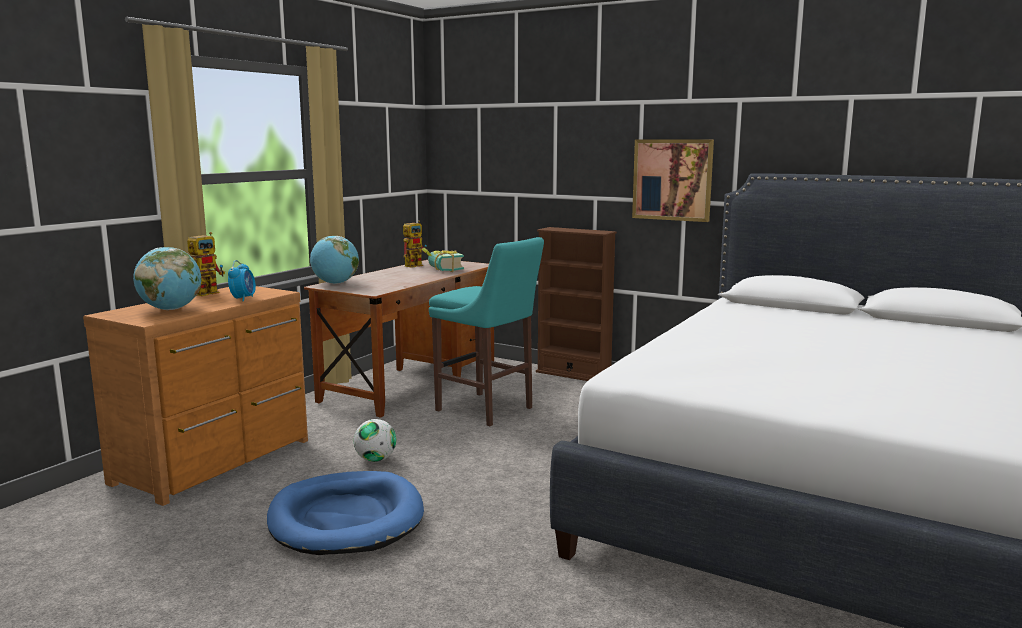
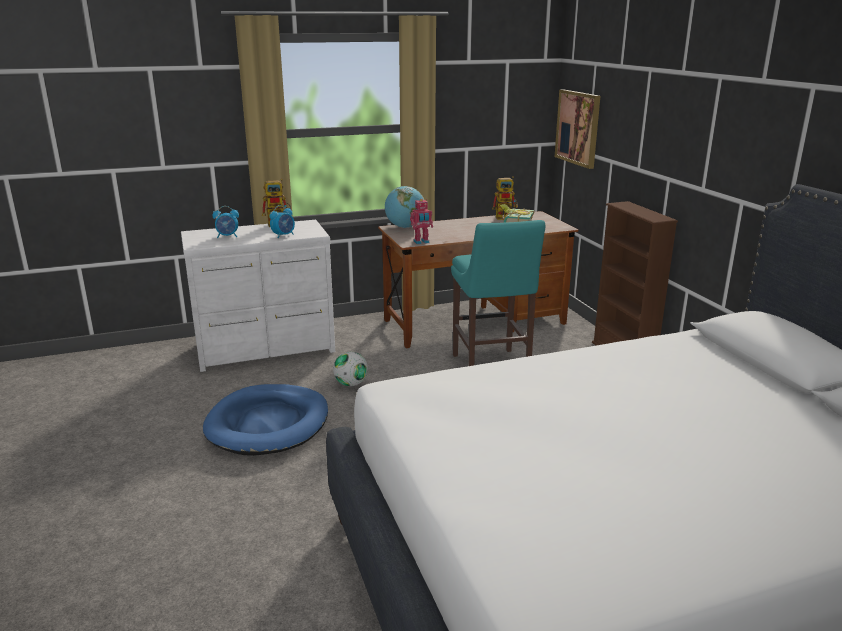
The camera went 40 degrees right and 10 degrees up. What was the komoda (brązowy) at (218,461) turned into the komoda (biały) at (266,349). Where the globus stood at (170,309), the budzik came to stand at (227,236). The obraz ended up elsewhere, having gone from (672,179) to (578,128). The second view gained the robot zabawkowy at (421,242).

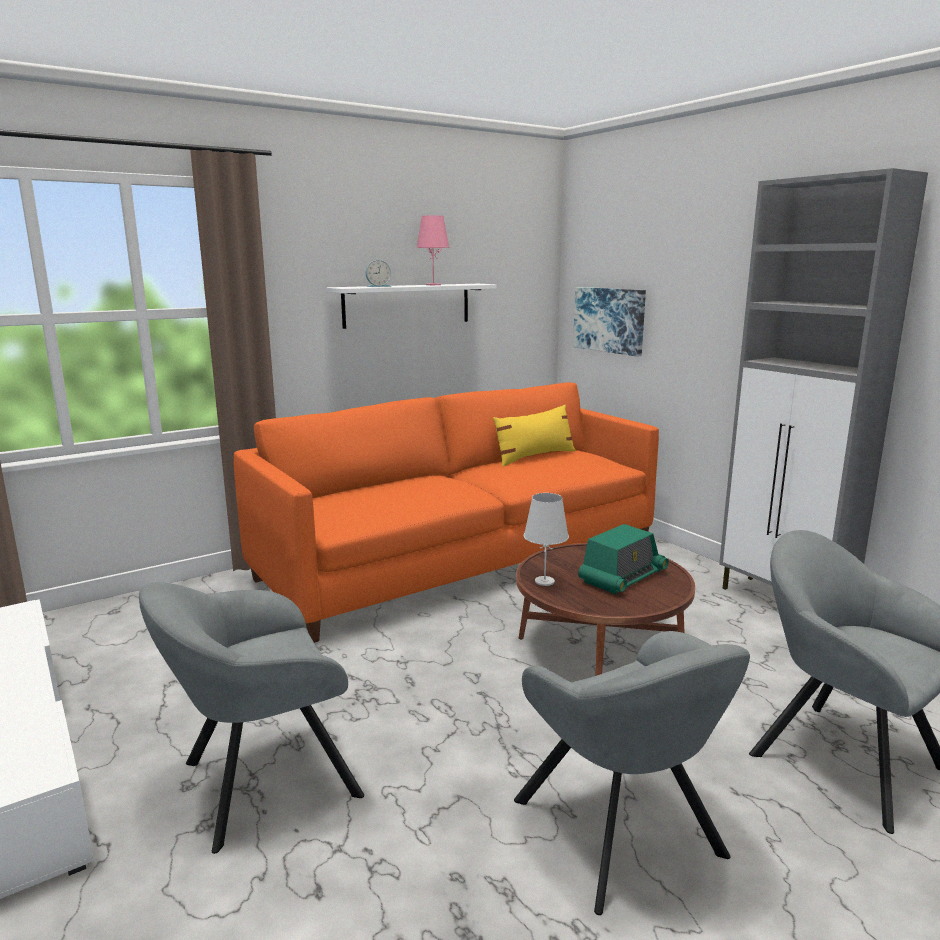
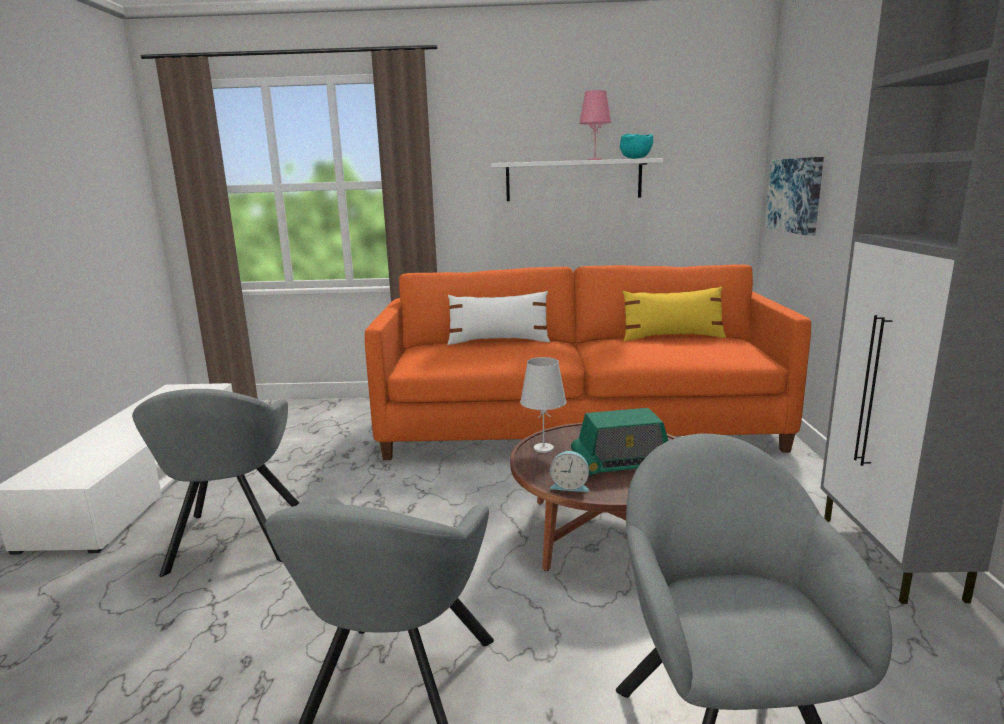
The camera went 35 degrees right and 0 degrees up. The fotel (szary) at (261,782) ended up facing another way, 105 degrees counterclockwise from before. The budzik ended up elsewhere, having gone from (377,286) to (570,486). The second view gained the poduszka (biały) at (498,341). The second view gained the miska (turkusowy) at (636,158).

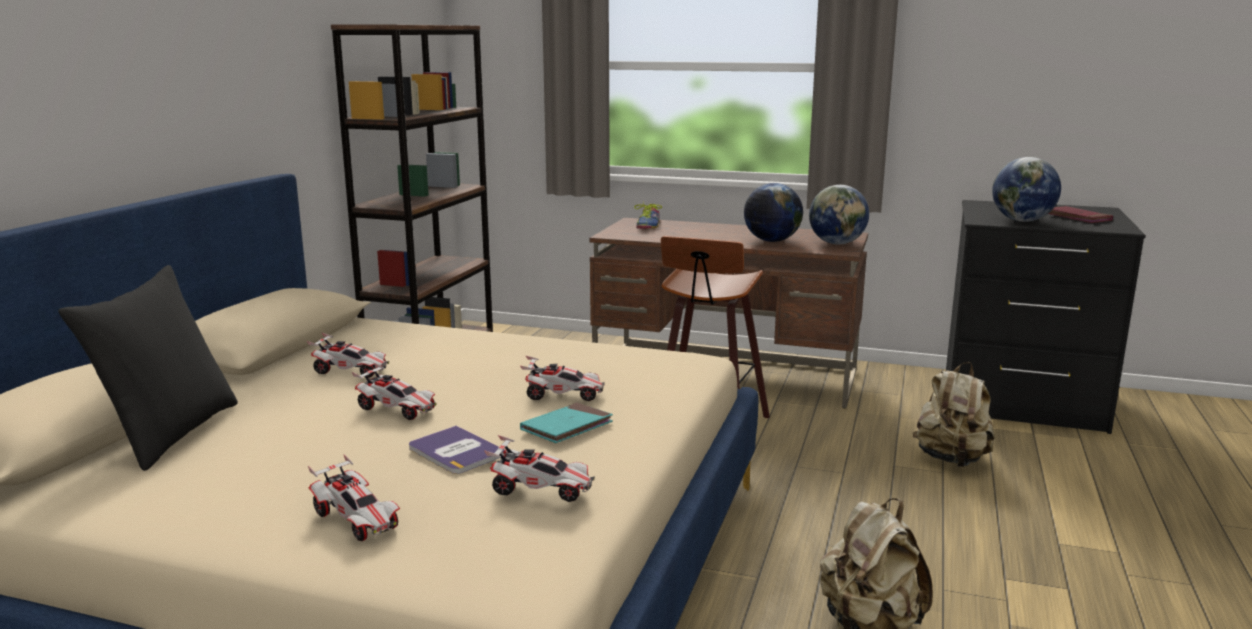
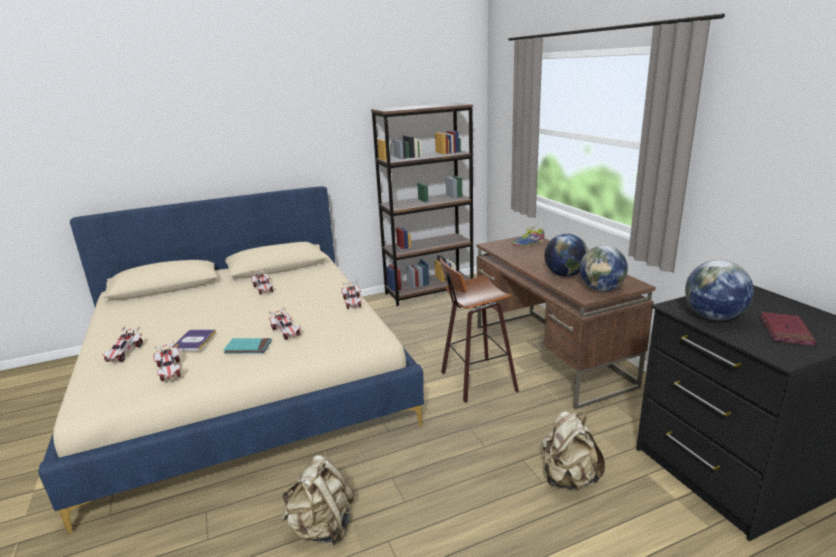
The camera went 50 degrees right and 5 degrees up. The second view lost the poduszka (czarny) at (171,433). The samochodzik ended up elsewhere, having gone from (397,409) to (352,302).

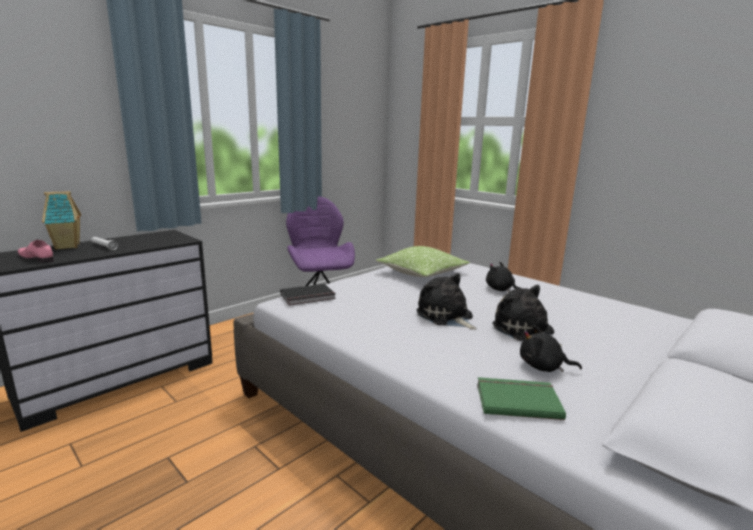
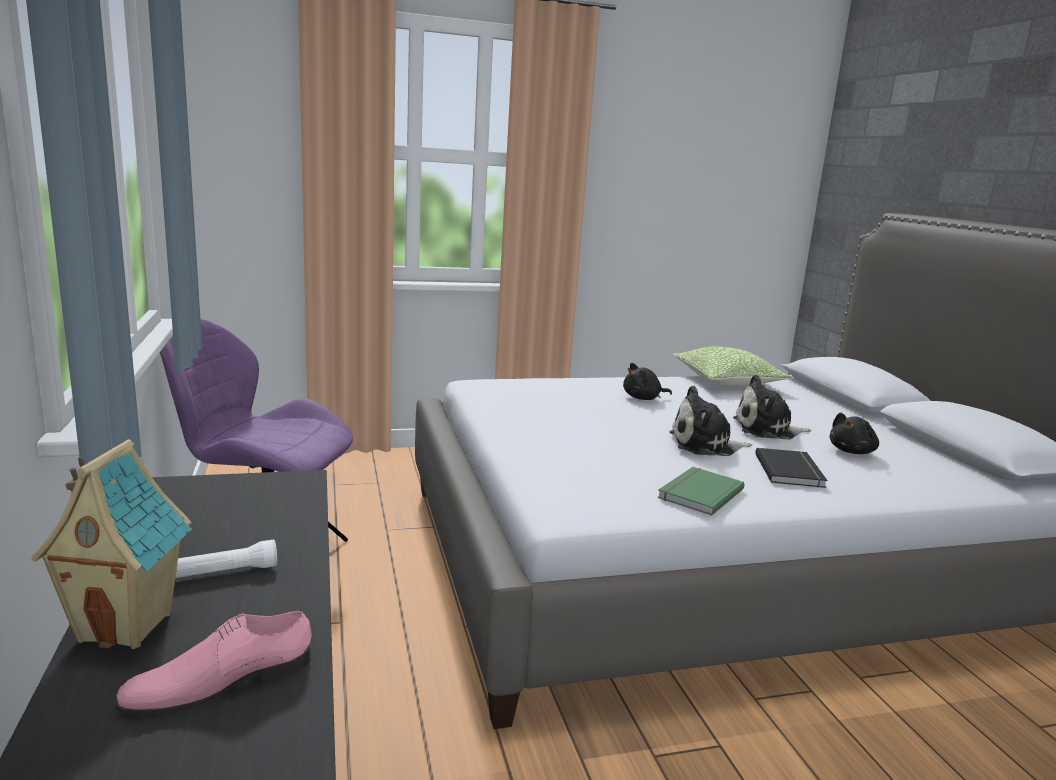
The camera went 60 degrees left and 0 degrees up. The książka (czarny) ended up elsewhere, having gone from (308,297) to (791,470). The poduszka ended up elsewhere, having gone from (422,273) to (727,381). The książka (zielony) ended up elsewhere, having gone from (517,399) to (698,493).

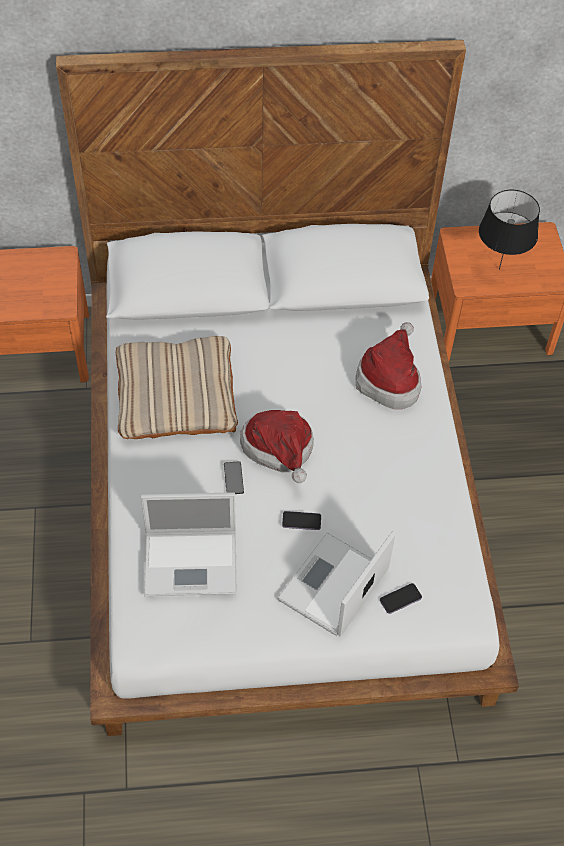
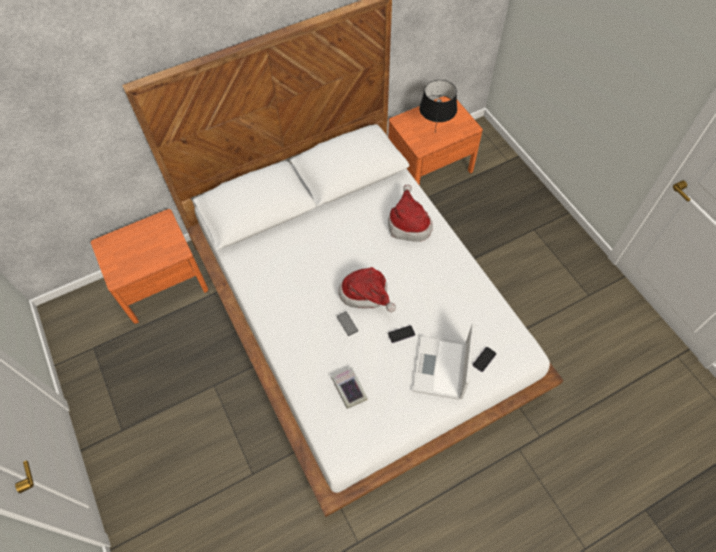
The camera went 20 degrees left and 5 degrees up. The second view lost the poduszka (beżowy) at (176,394). Where the laptop stood at (193,562), the książka came to stand at (349,389).

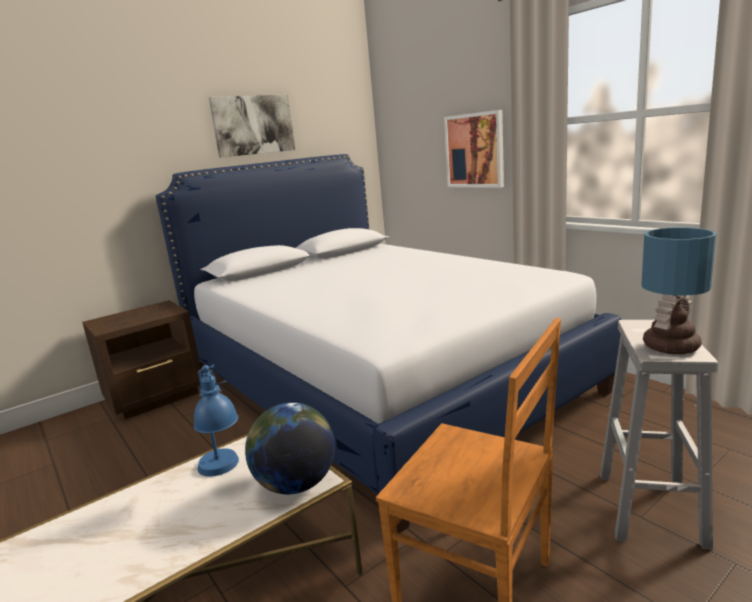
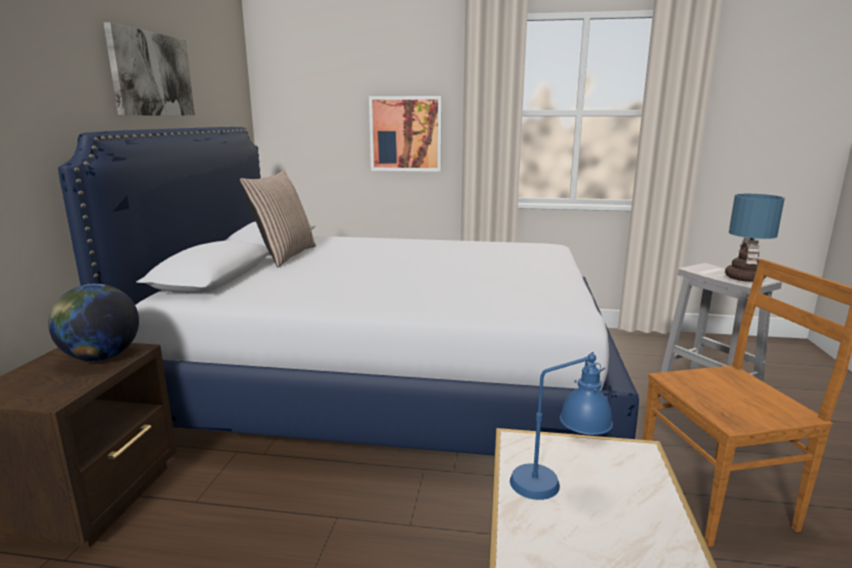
The camera went 45 degrees left and 0 degrees up. The globus ended up elsewhere, having gone from (296,484) to (101,357). The second view gained the poduszka at (284,255).

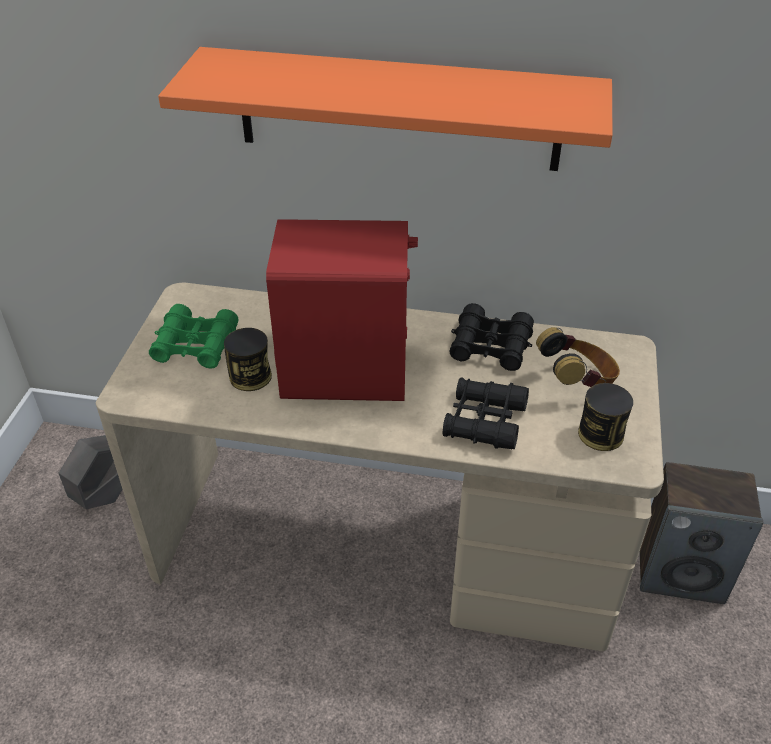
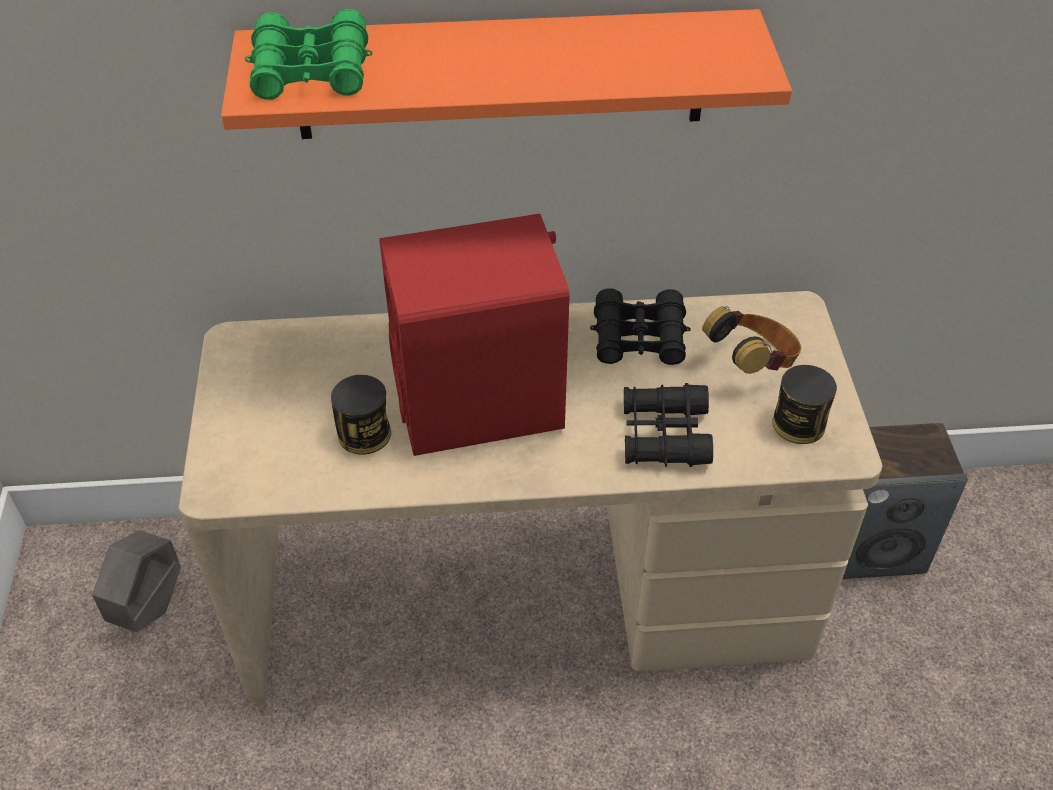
The camera went 15 degrees left and 5 degrees up. The lornetka (zielony) ended up elsewhere, having gone from (196,345) to (311,71).

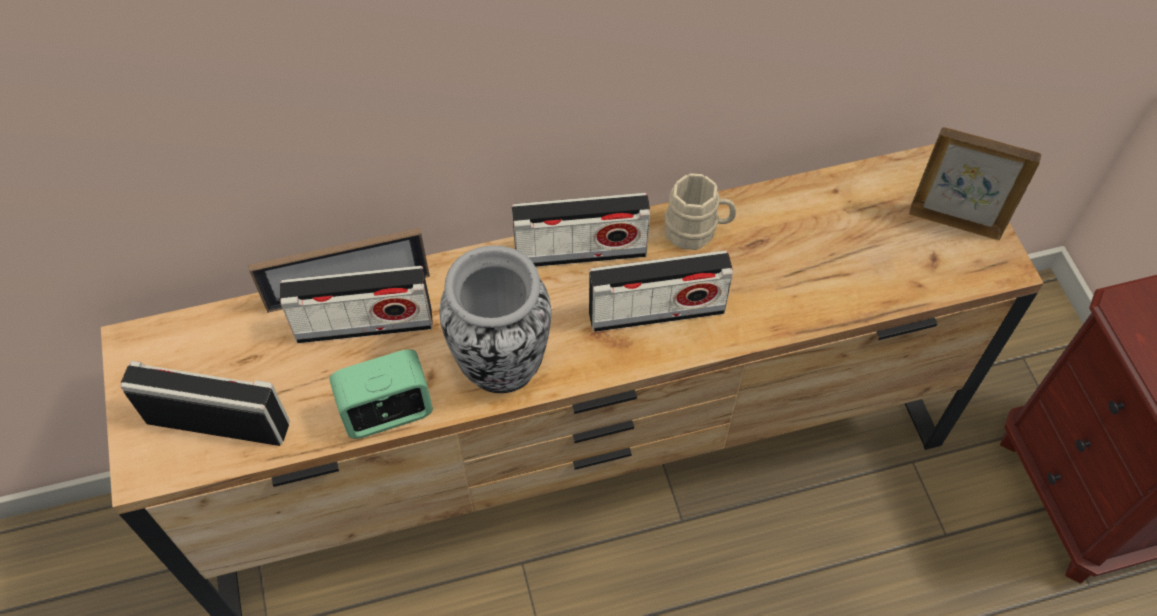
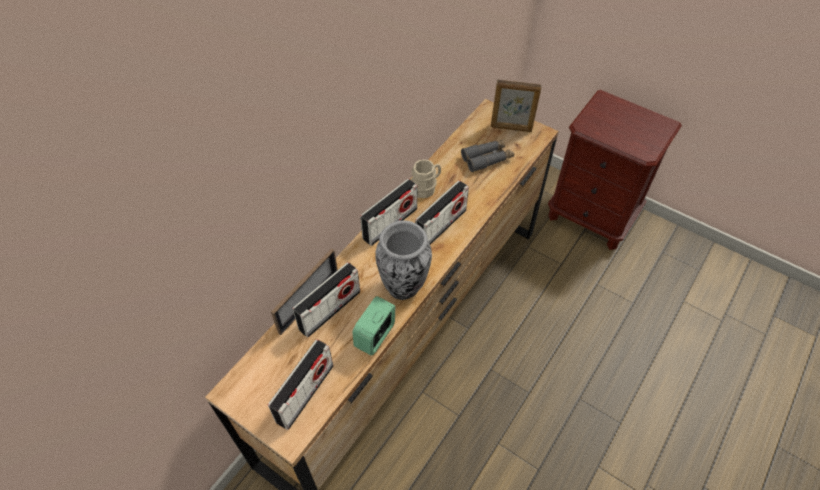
The camera went 40 degrees left and 5 degrees down. The radio at (218,422) ended up facing another way, 150 degrees clockwise from before. The ramka na zdjęcie at (954,221) ended up facing another way, 150 degrees counterclockwise from before. The second view gained the lornetka (szary) at (487,159).

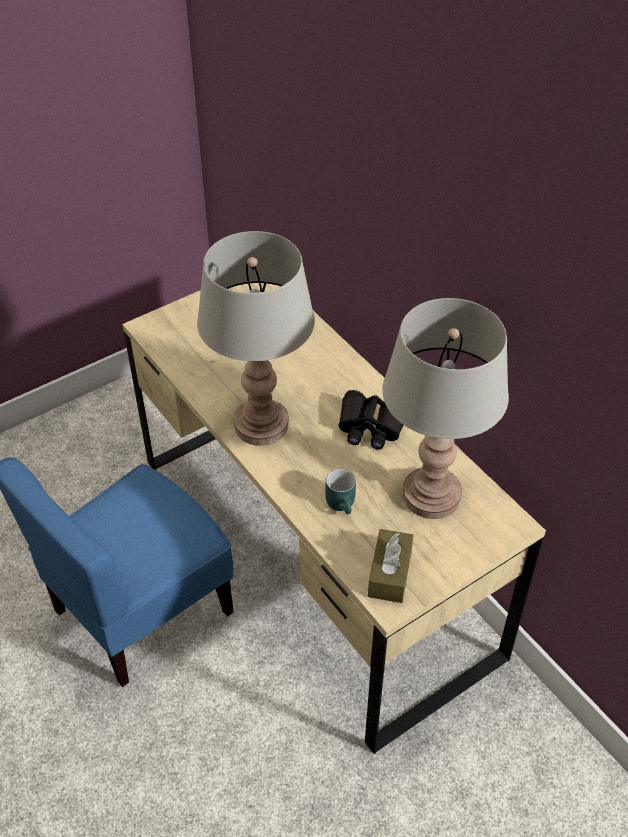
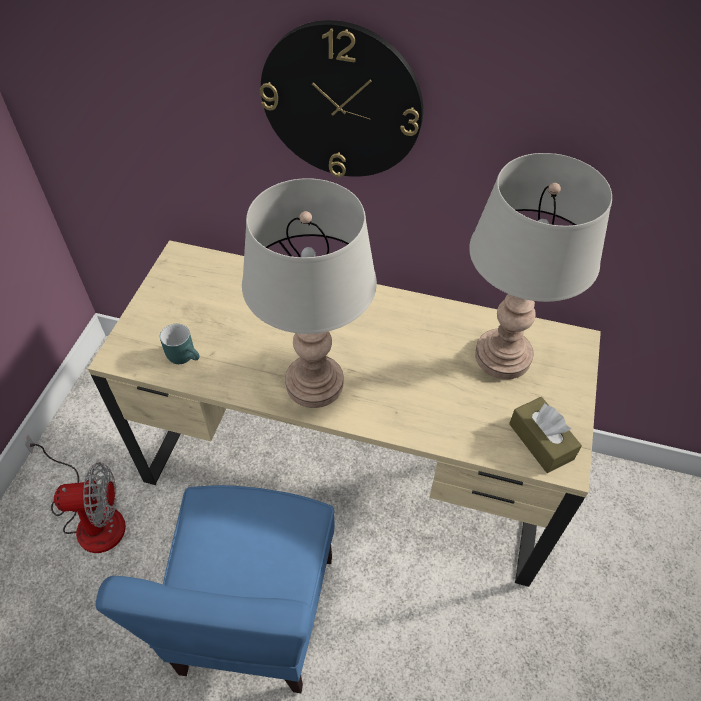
The camera went 40 degrees left and 5 degrees up. The kubek (turkusowy) ended up elsewhere, having gone from (343,504) to (185,355). The second view lost the lornetka (czarny) at (371,426). The second view gained the wentylator at (91,517). The second view gained the zegar ścienny at (341,103).

